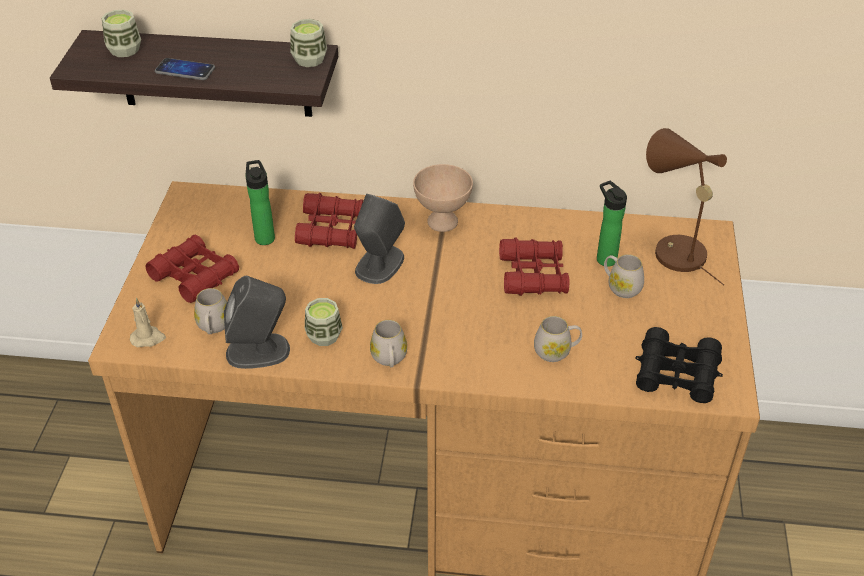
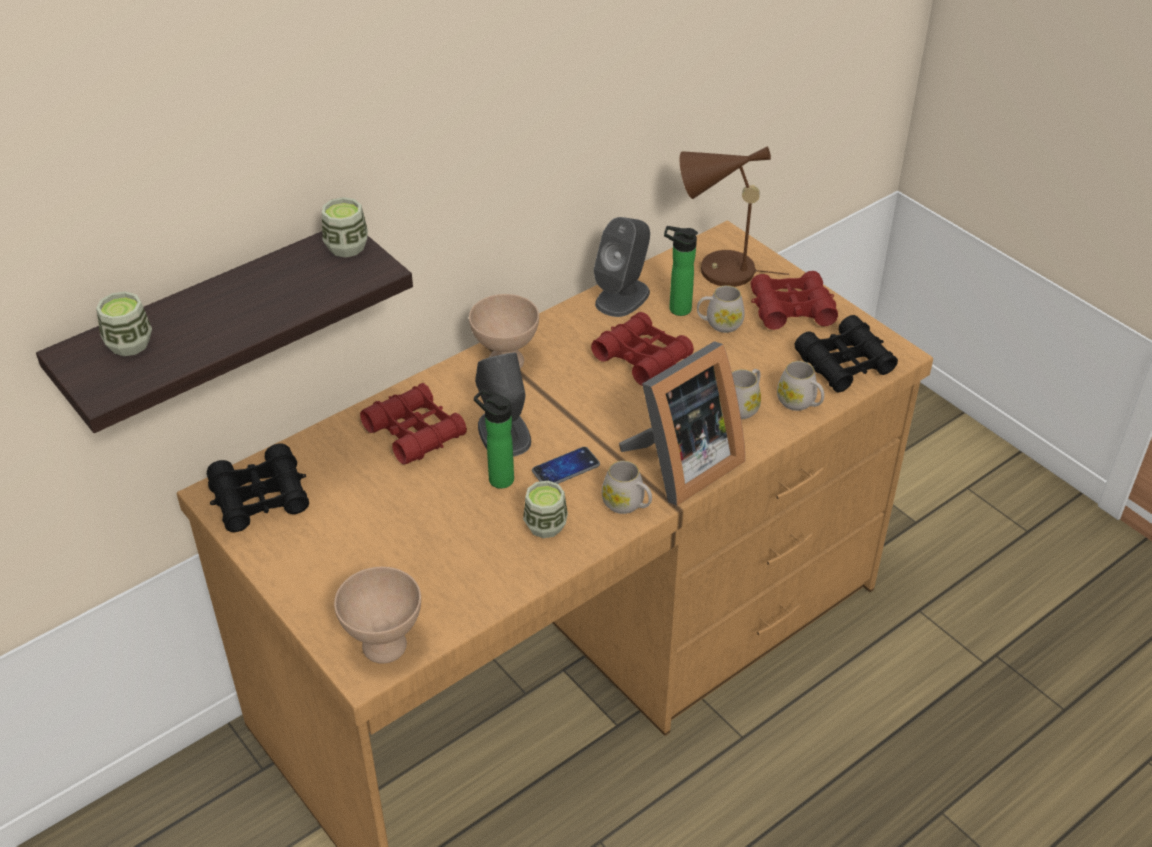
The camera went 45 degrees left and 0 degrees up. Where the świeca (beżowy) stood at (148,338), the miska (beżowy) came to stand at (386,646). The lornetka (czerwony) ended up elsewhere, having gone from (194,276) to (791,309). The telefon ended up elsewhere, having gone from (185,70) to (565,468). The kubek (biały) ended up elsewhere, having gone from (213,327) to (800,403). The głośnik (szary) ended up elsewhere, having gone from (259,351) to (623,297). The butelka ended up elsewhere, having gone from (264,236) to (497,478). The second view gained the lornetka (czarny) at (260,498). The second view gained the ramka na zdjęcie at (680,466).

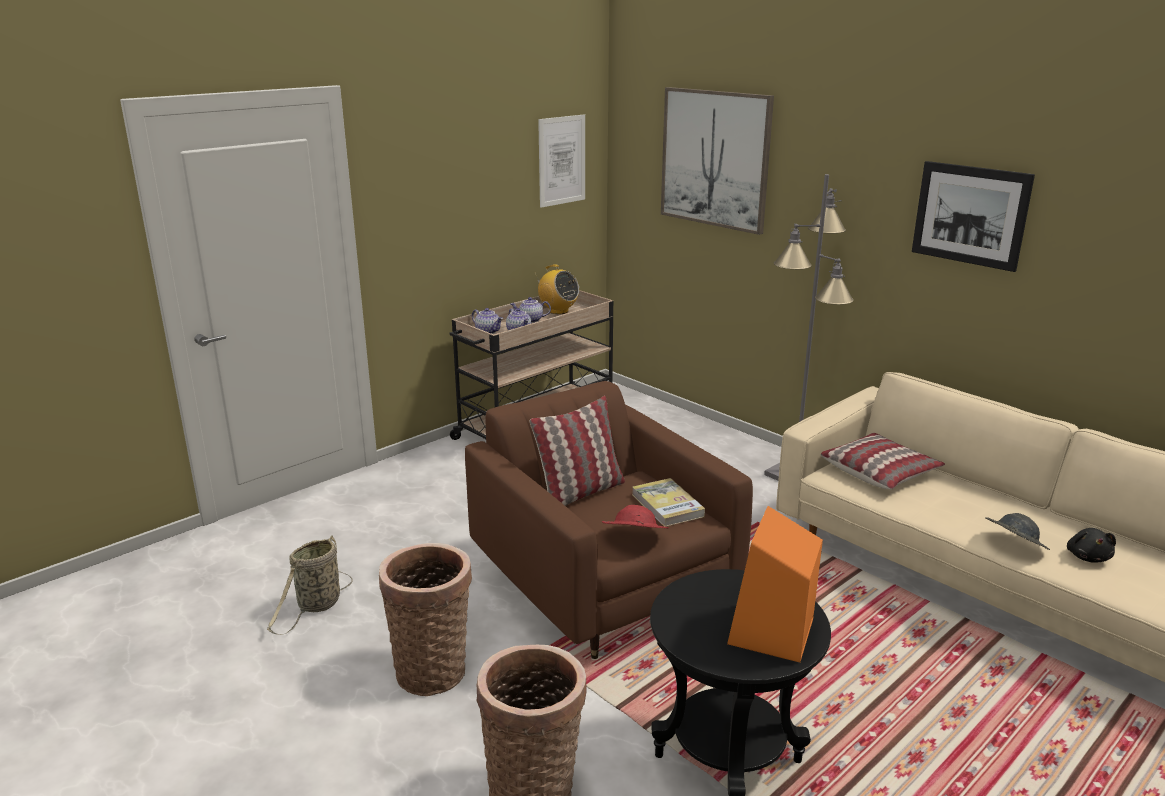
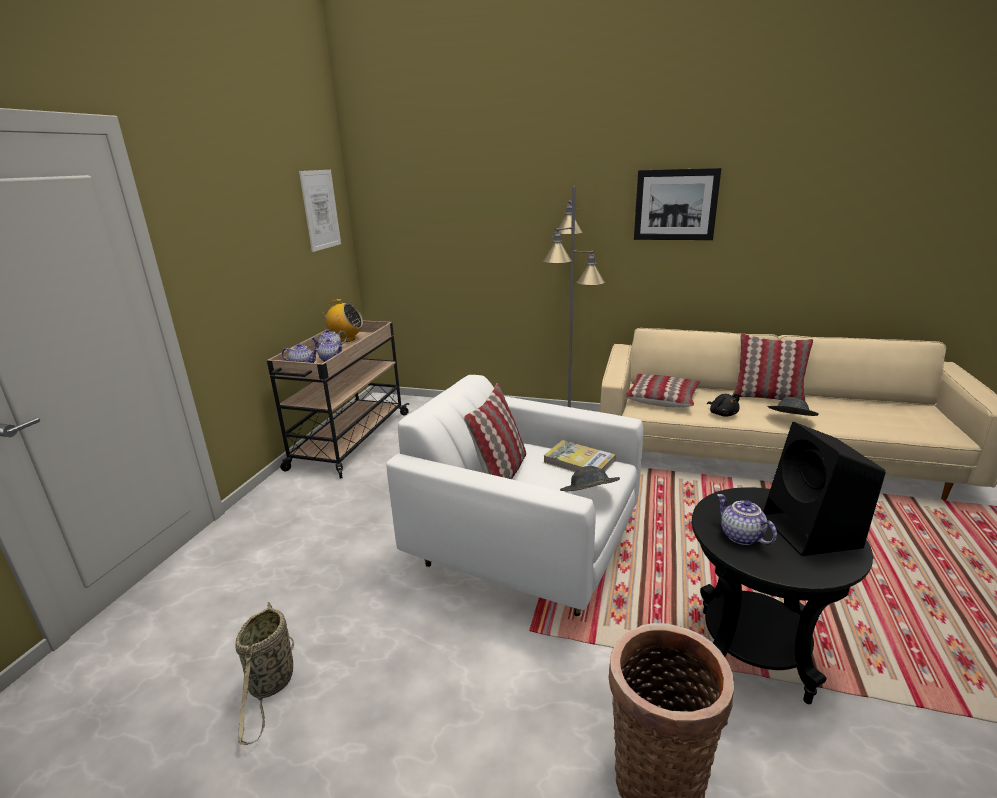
The camera went 30 degrees left and 0 degrees up. The second view lost the koszyk at (432,668). What was the fotel (brązowy) at (602,587) turned into the fotel (biały) at (523,551). What was the kapelusz (czerwony) at (634,539) turned into the kapelusz (szary) at (589,497). The second view lost the obraz at (715,159). What was the głośnik (pomarańczowy) at (771,633) turned into the głośnik (czarny) at (812,533). The pluszak (czarny) ended up elsewhere, having gone from (1087,557) to (722,414). The second view gained the imbryk at (740,536). The second view gained the poduszka at (767,397).

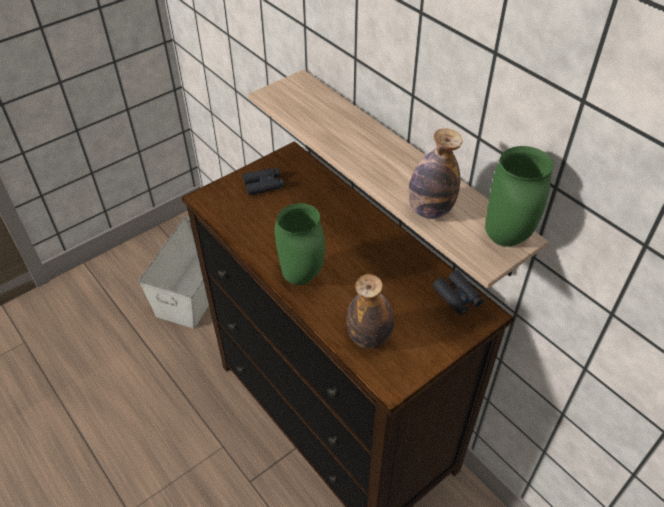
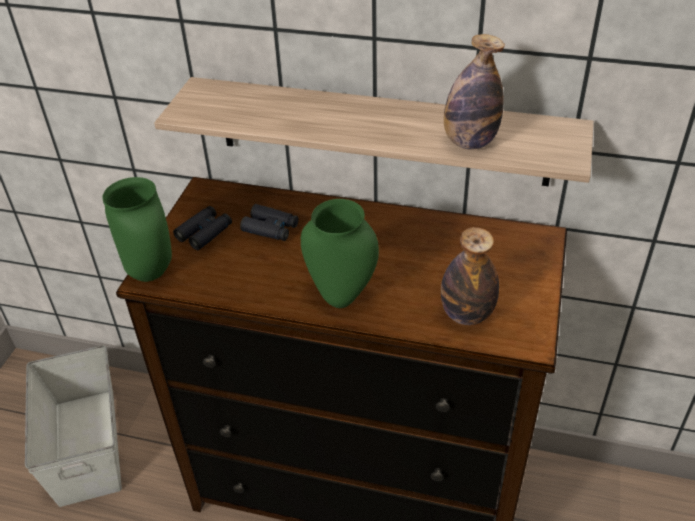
The camera went 35 degrees left and 5 degrees down. The lornetka (czarny) ended up elsewhere, having gone from (457,297) to (270,228). The wazon (zielony) ended up elsewhere, having gone from (504,238) to (149,273).

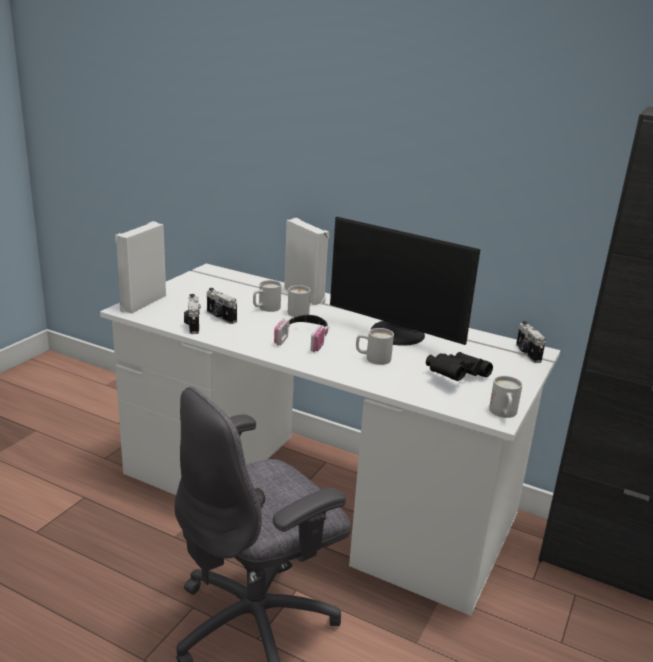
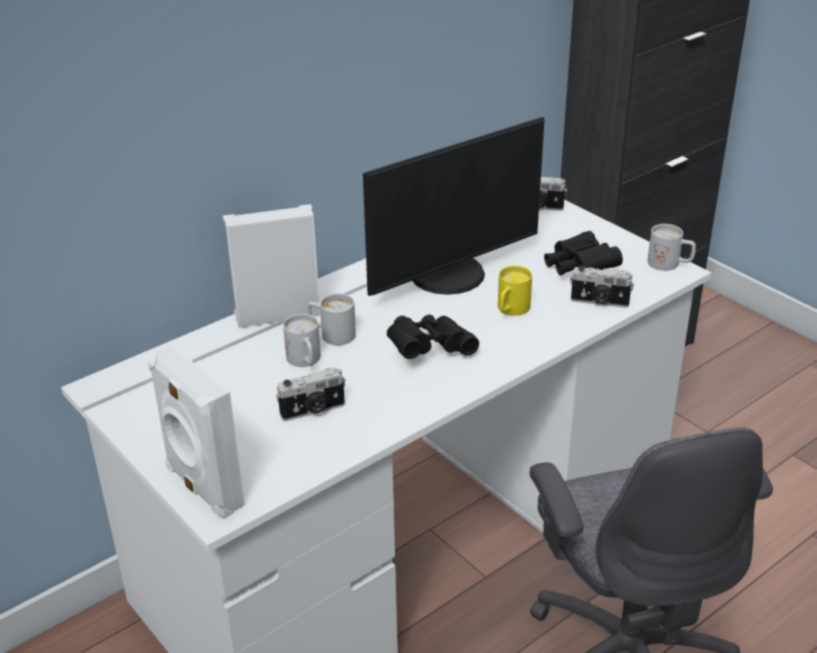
The camera went 65 degrees left and 10 degrees up. The aparat fotograficzny ended up elsewhere, having gone from (192,325) to (599,302). Where the słuchawki stood at (304,339), the lornetka (czarny) came to stand at (429,349). What was the kubek (biały) at (372,358) turned into the kubek (żółty) at (510,310).

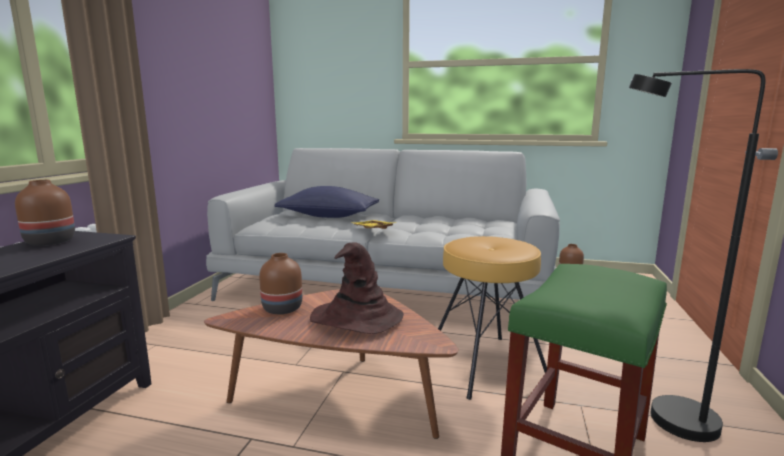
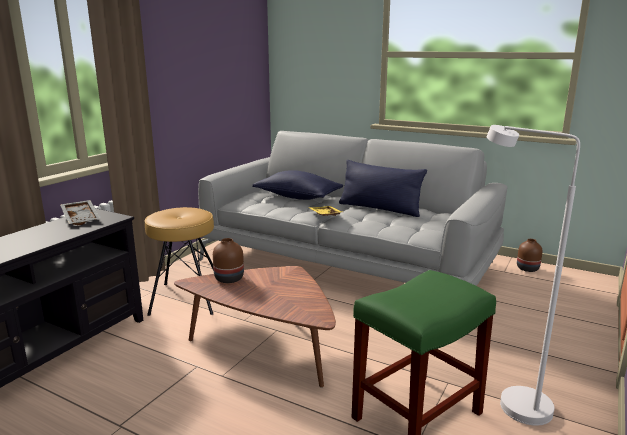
The camera went 15 degrees right and 5 degrees up. Where the wazon (brązowy) stood at (51,241), the taca (szary) came to stand at (82,218). The second view lost the kapelusz (brązowy) at (356,318). The stołek (brązowy) ended up elsewhere, having gone from (485,365) to (186,298). What was the lampa stojąca (czarny) at (663,417) turned into the lampa stojąca (biały) at (511,402). The second view gained the poduszka (niebieski) at (379,208).

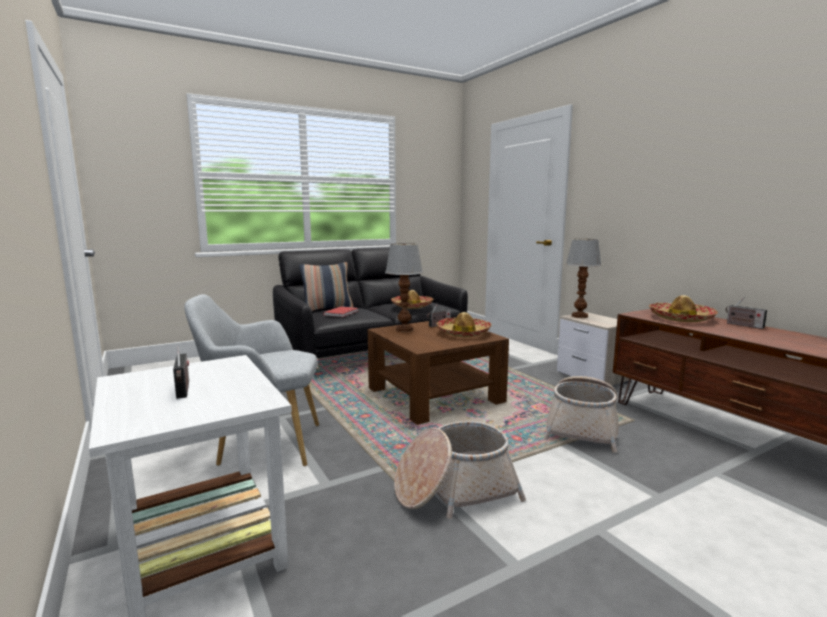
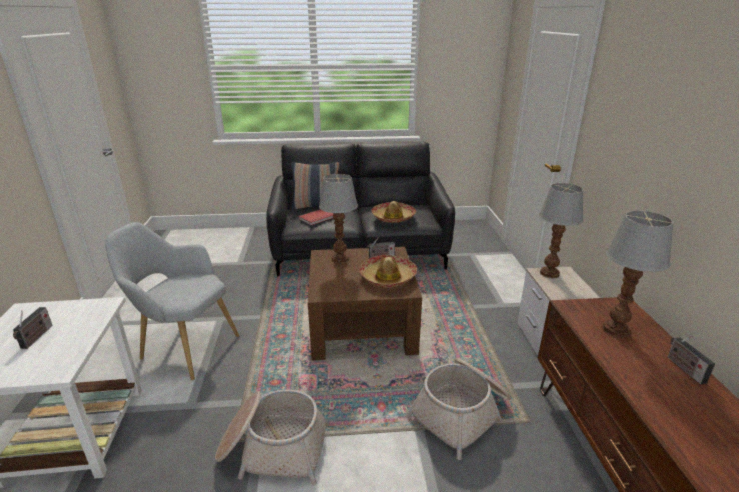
The camera went 25 degrees right and 15 degrees up. Where the kapelusz stood at (680,318), the lampa stołowa came to stand at (616,330).

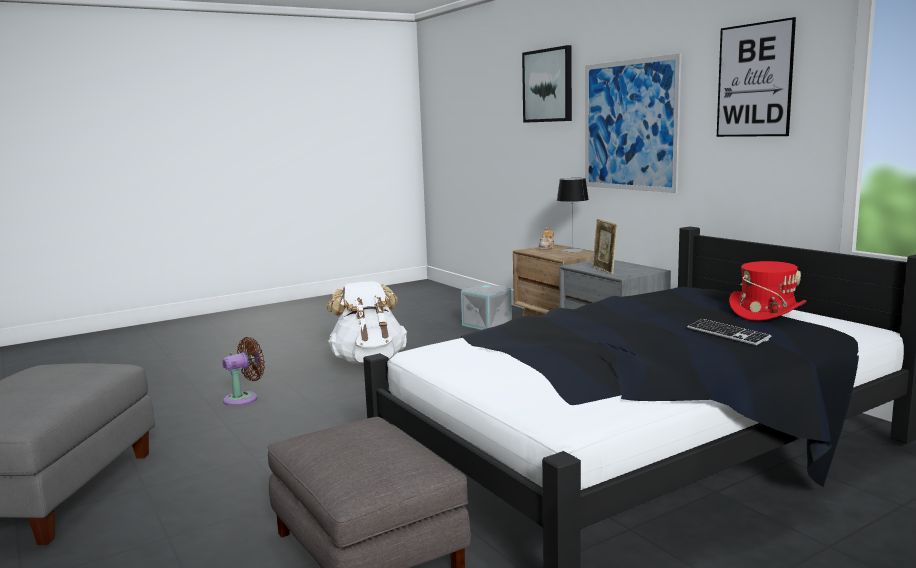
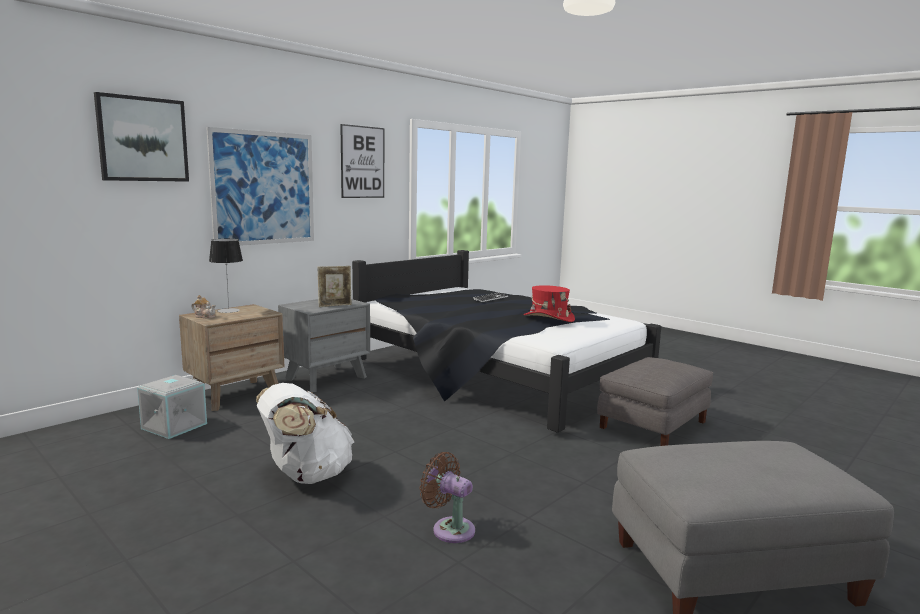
The camera went 105 degrees left and 0 degrees up. The kapelusz (czerwony) ended up elsewhere, having gone from (766,312) to (548,318).

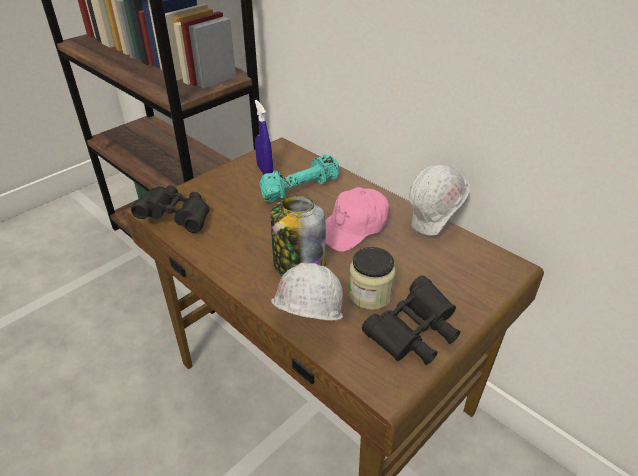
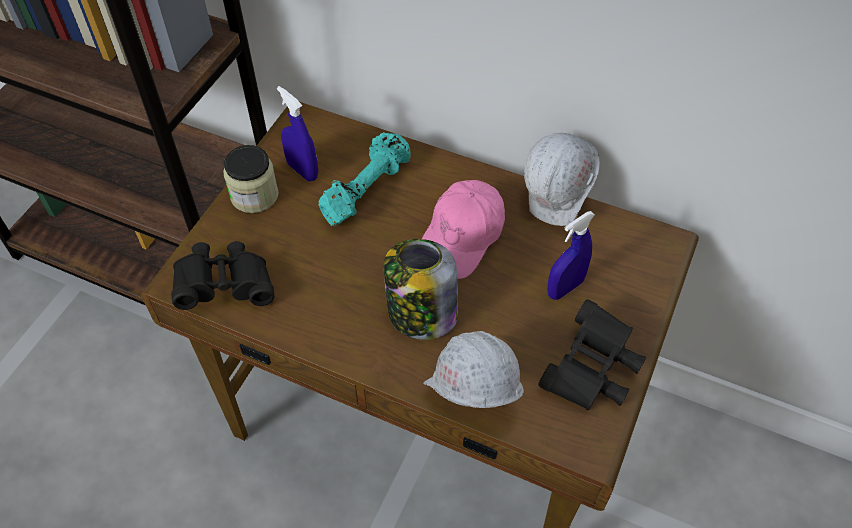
The camera went 20 degrees left and 15 degrees up. The słoik ended up elsewhere, having gone from (370,294) to (254,195). The second view gained the spryskiwacz (niebieski) at (565,288).

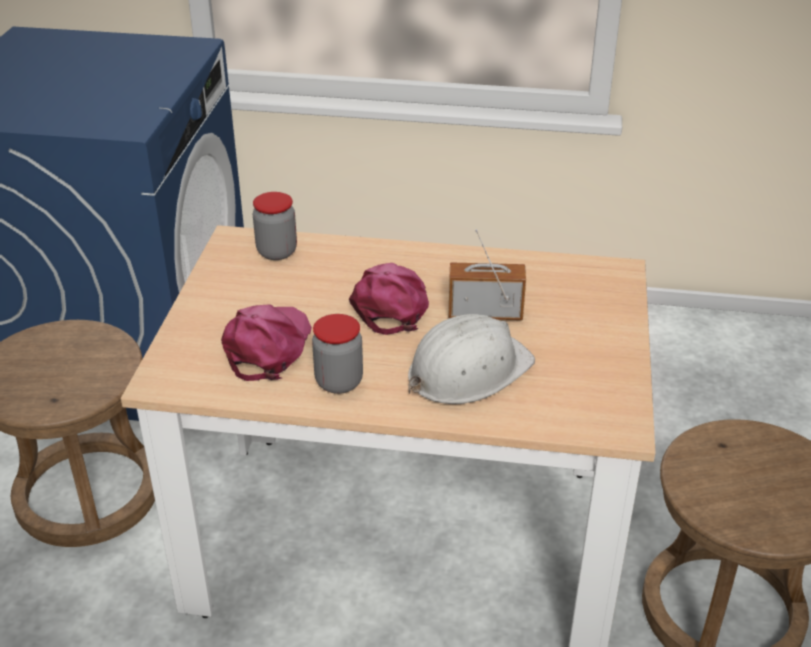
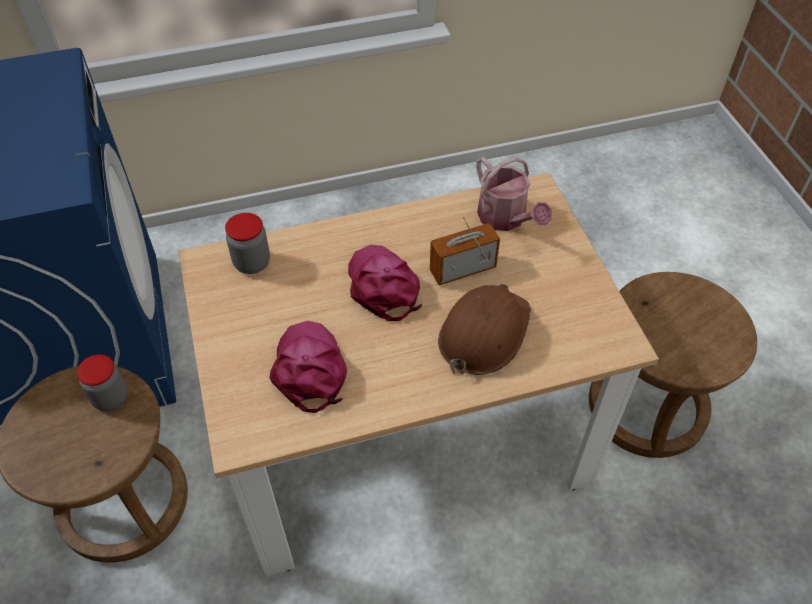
The camera went 25 degrees left and 15 degrees up. The słoik ended up elsewhere, having gone from (339,382) to (111,398). What was the kask (biały) at (467,371) turned into the kask (brązowy) at (483,333). The second view gained the konewka at (506,219).

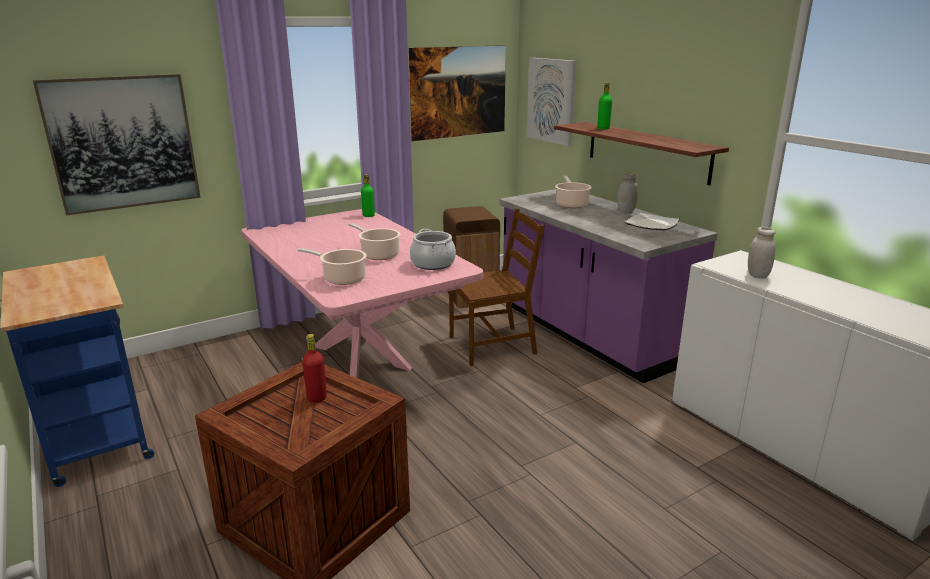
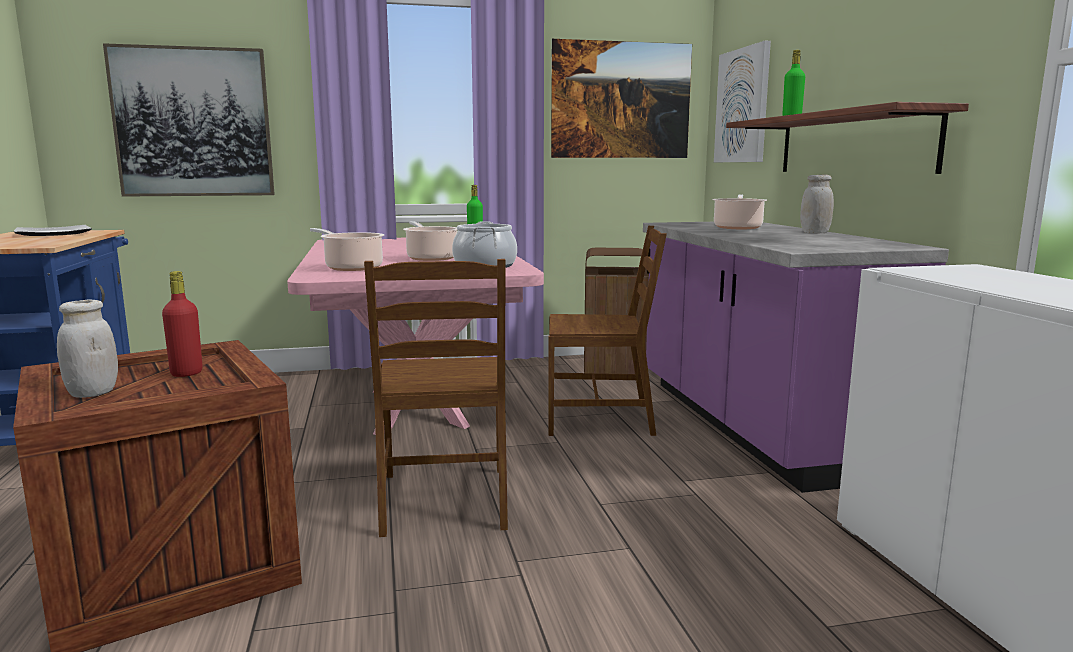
The camera went 20 degrees right and 10 degrees down. The talerz ended up elsewhere, having gone from (651,224) to (54,233). The słoik (biały) ended up elsewhere, having gone from (757,275) to (92,393). The second view gained the krzesło (brązowy) at (445,501).

